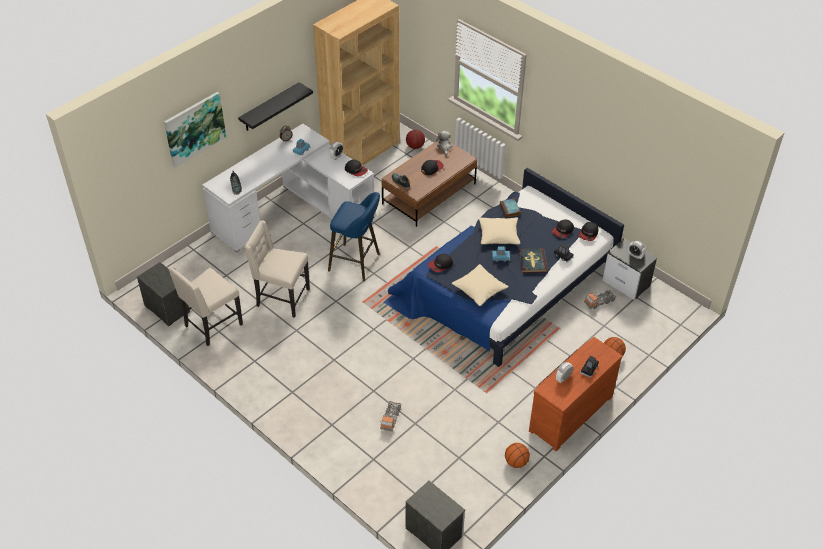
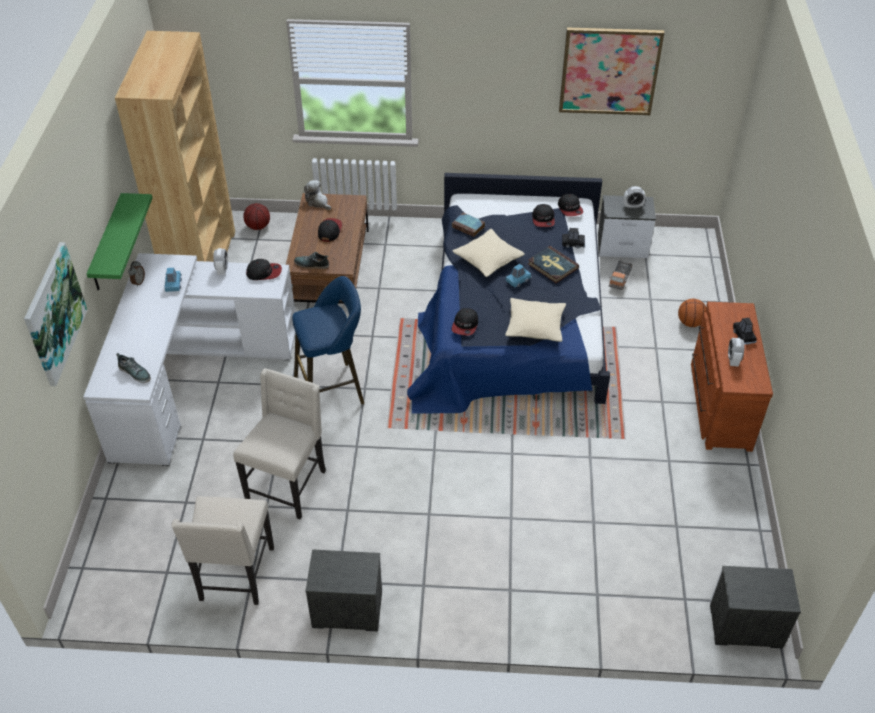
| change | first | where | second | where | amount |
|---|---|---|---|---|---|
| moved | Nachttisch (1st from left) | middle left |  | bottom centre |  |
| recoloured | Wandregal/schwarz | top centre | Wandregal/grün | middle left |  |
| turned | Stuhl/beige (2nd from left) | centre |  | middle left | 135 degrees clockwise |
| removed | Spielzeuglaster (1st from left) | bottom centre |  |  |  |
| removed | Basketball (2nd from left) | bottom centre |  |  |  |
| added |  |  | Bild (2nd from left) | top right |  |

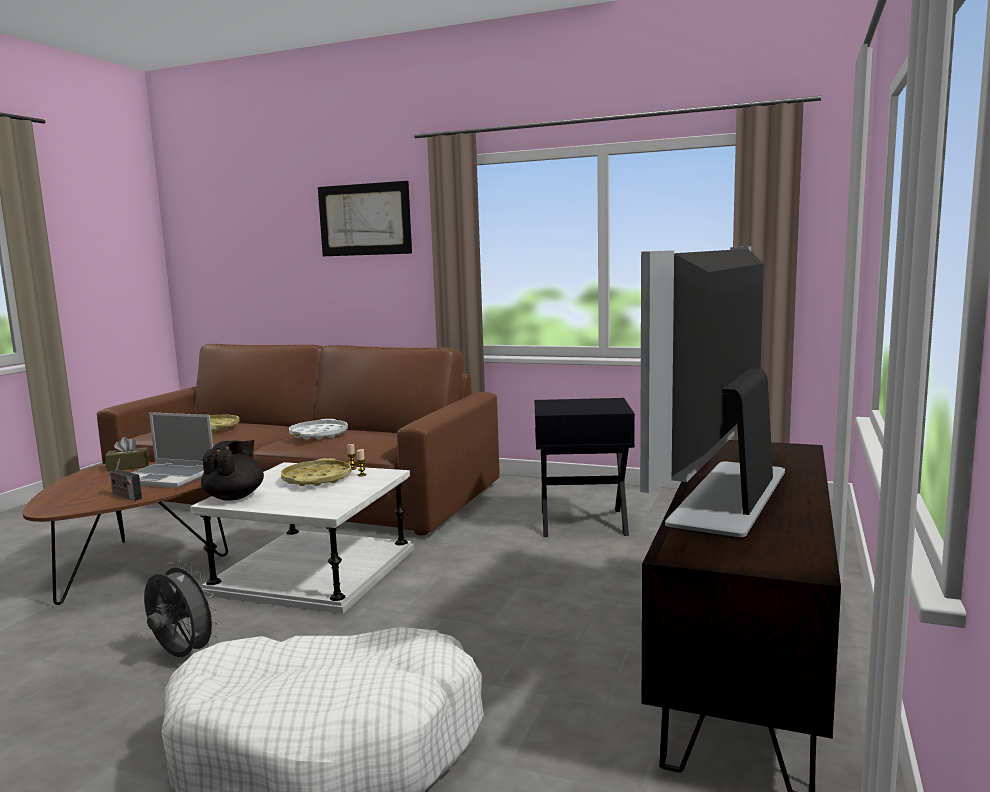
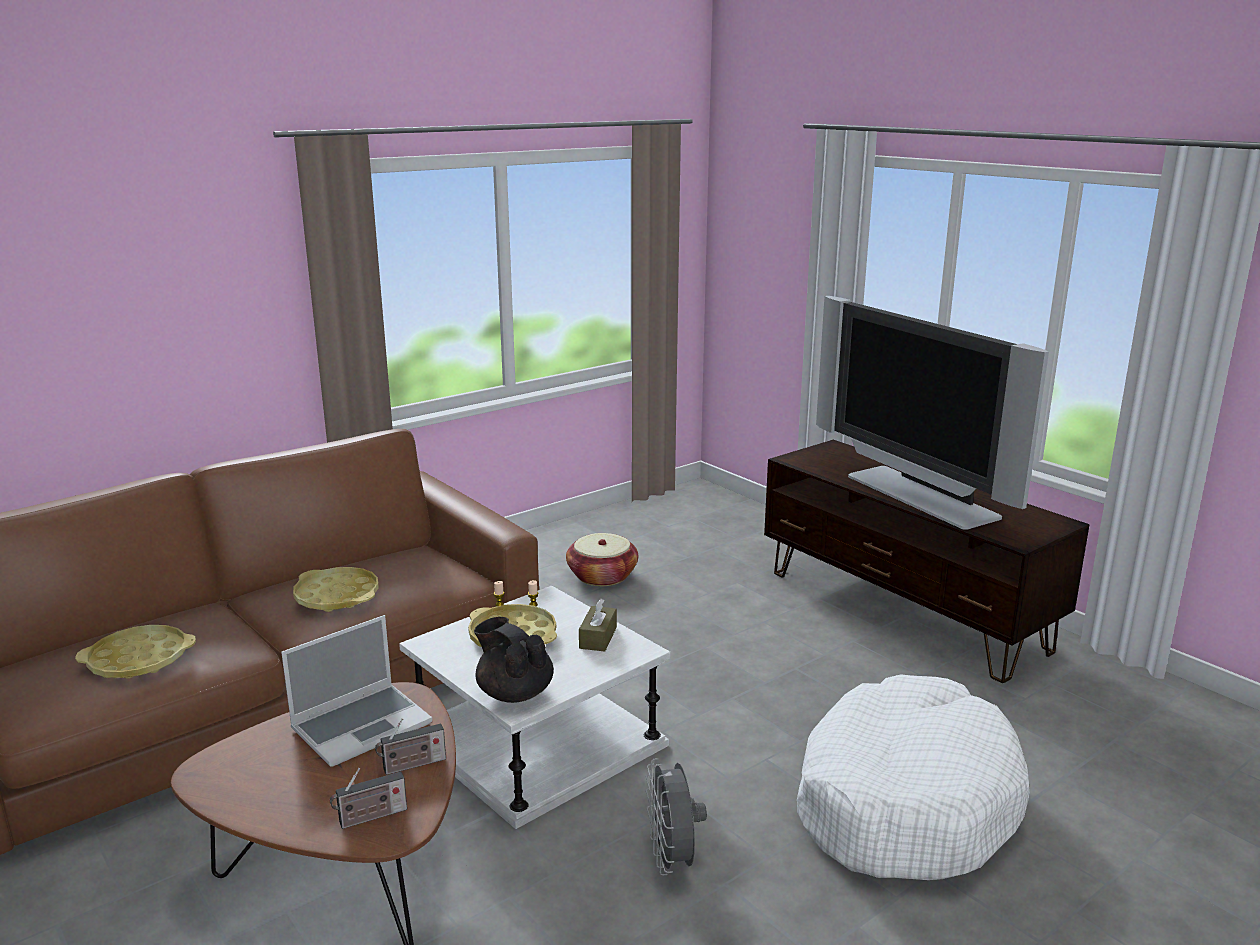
| change | first | where | second | where | amount |
|---|---|---|---|---|---|
| moved | Taschentuchbox/braun | middle left |  | centre |  |
| turned | Ventilator/grau | bottom left |  | bottom centre | 75 degrees counterclockwise |
| recoloured | Tablett/weiß | middle left | Tablett/gelb (2nd from left) | middle left |  |
| removed | Bild | top centre |  |  |  |
| replaced | Beistelltisch/schwarz | centre | Korb | centre |  |
| added |  |  | Radio (1st from left) | bottom left |  |

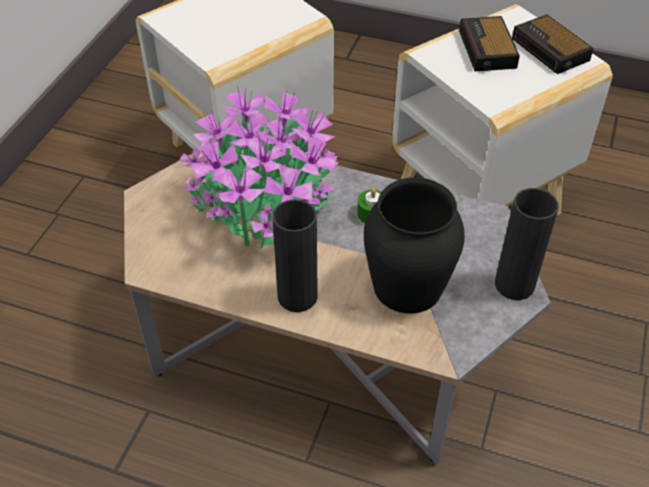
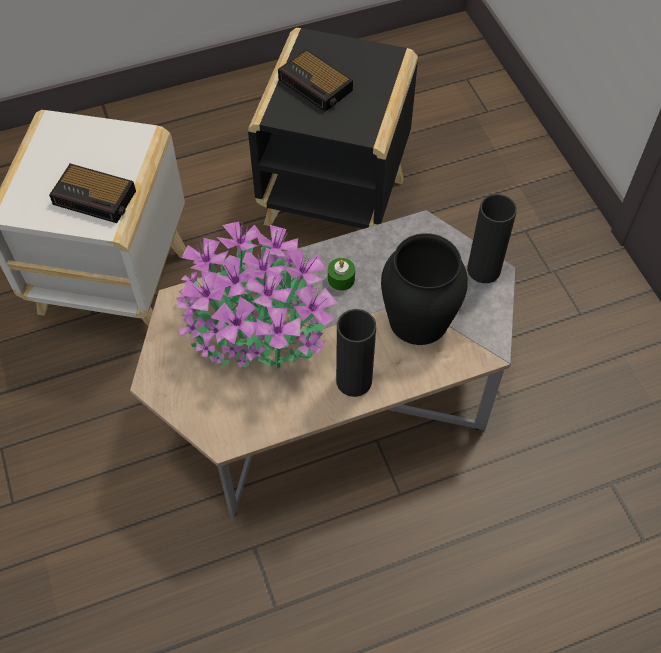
| change | first | where | second | where | amount |
|---|---|---|---|---|---|
| recoloured | Beistelltisch/weiß (2nd from left) | top right | Beistelltisch/schwarz | top centre |  |
| moved | Wecker (2nd from left in the first image) | top right | Wecker (1st from left) | top left |  |

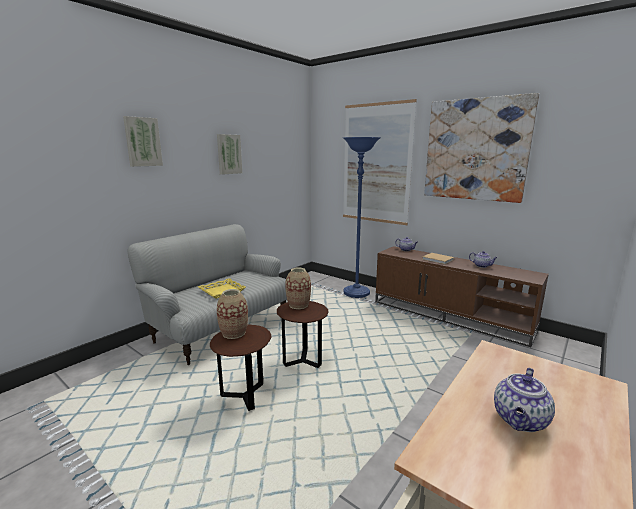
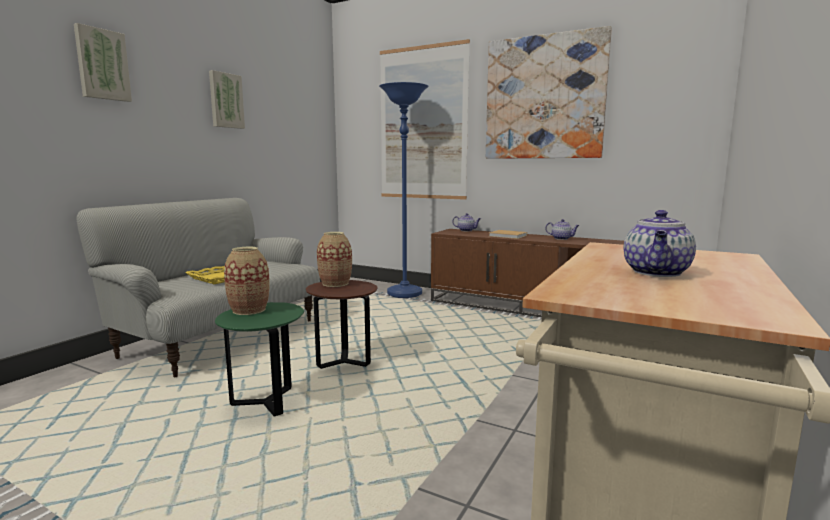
| change | first | where | second | where | amount |
|---|---|---|---|---|---|
| recoloured | Beistelltisch/braun (1st from left) | bottom centre | Beistelltisch/grün | bottom left |  |

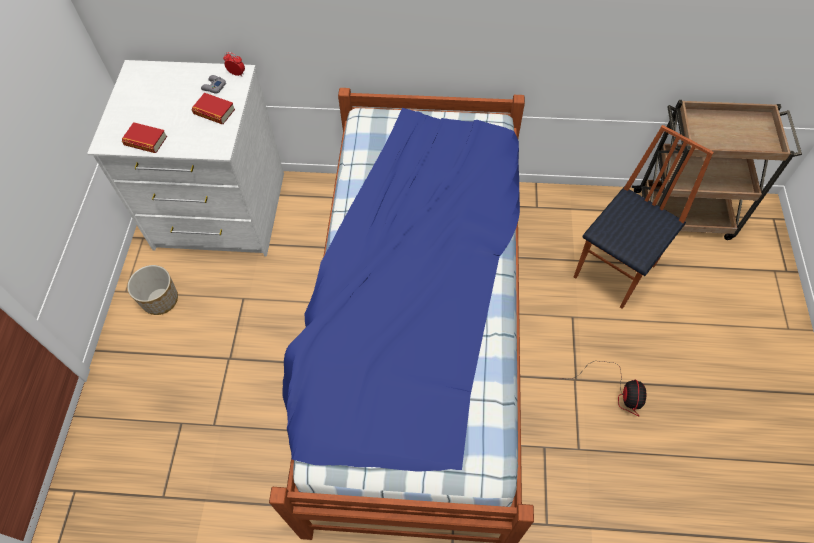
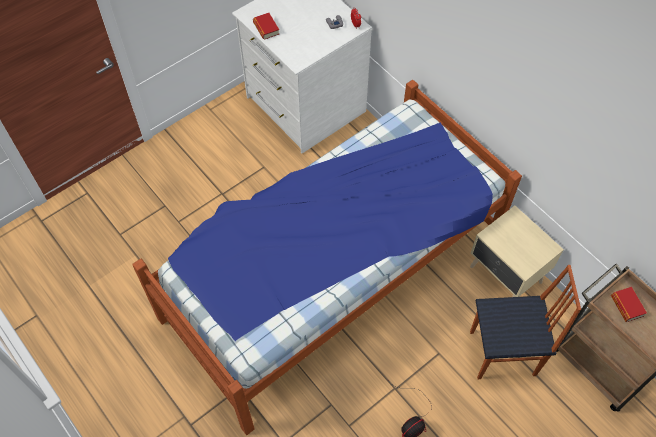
| change | first | where | second | where | amount |
|---|---|---|---|---|---|
| removed | Pflanzkübel | middle left |  |  |  |
| moved | Buch (2nd from left) | top left |  | bottom right |  |
| added |  |  | Nachttisch/beige | middle right |  |

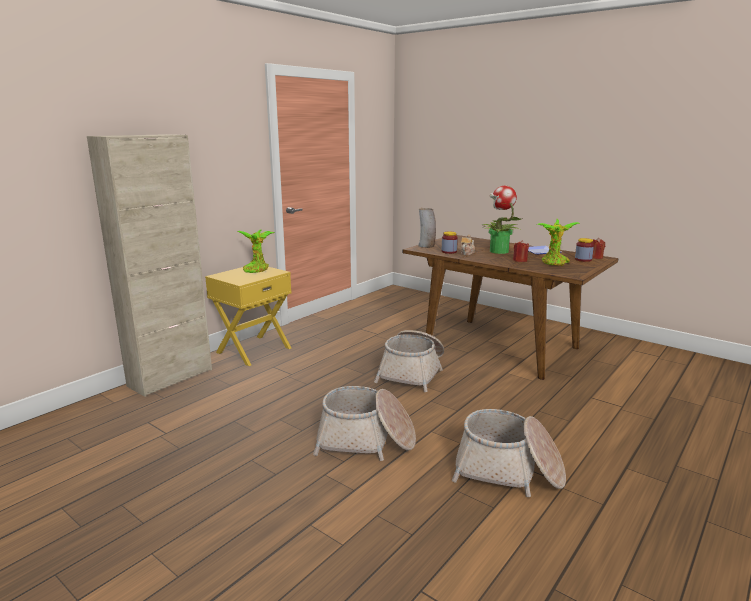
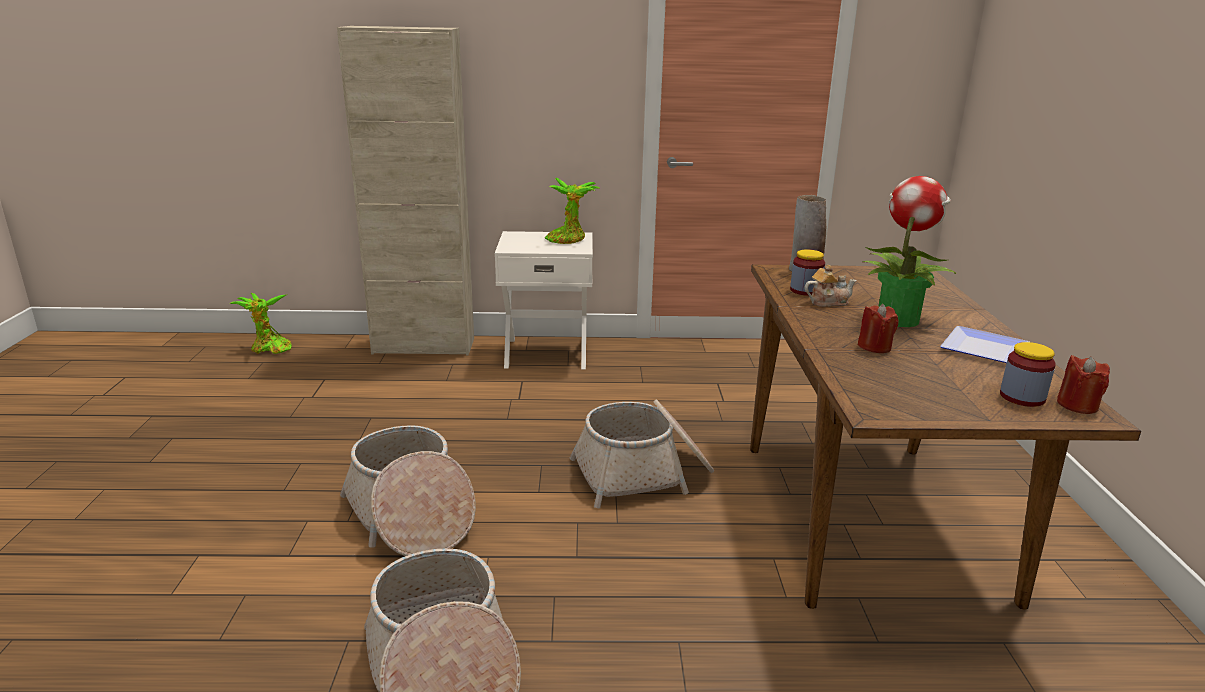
| change | first | where | second | where | amount |
|---|---|---|---|---|---|
| recoloured | Nachttisch/gelb | middle left | Nachttisch/weiß | centre |  |
| moved | Topfpflanze (3rd from left in the first image) | middle right | Topfpflanze (1st from left) | middle left |  |

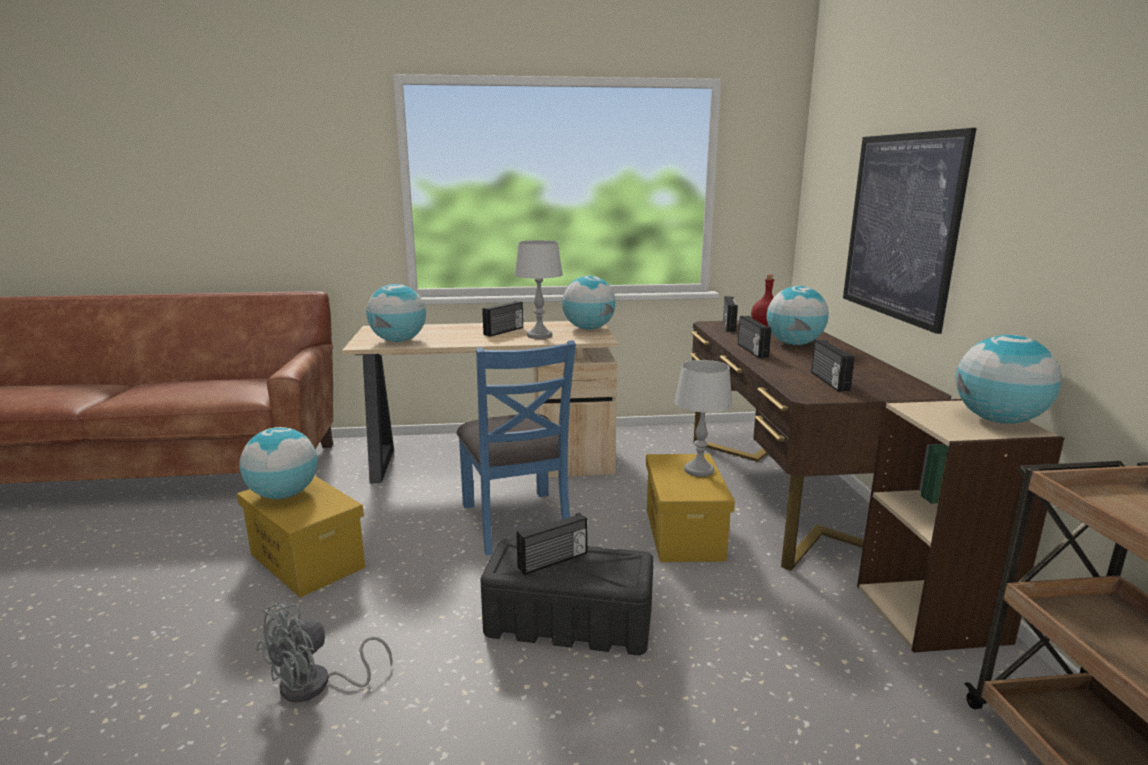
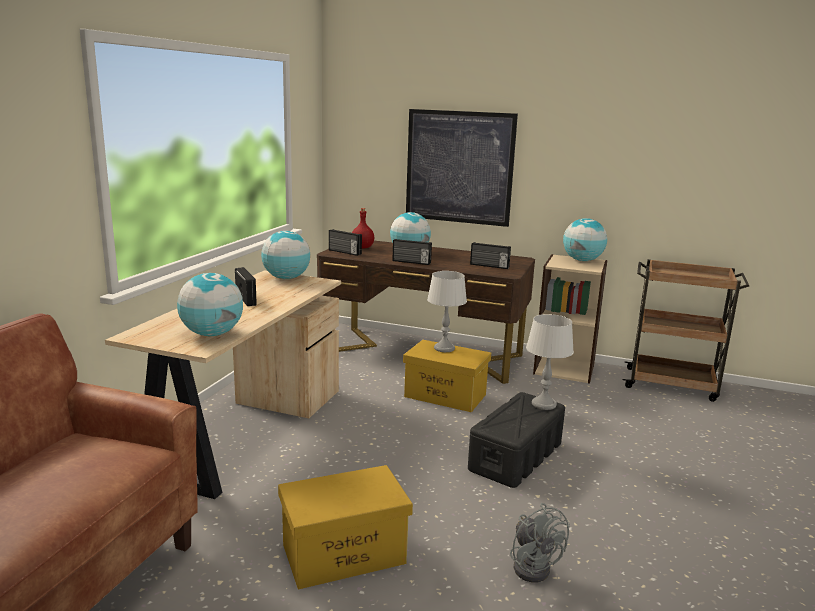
| change | first | where | second | where | amount |
|---|---|---|---|---|---|
| removed | Globus (1st from left) | middle left |  |  |  |
| removed | Stuhl/blau | centre |  |  |  |
| moved | Tischlampe/grau (1st from left in the first image) | centre | Tischlampe/grau (2nd from left) | middle right |  |
| removed | Radio (2nd from left) | bottom centre |  |  |  |

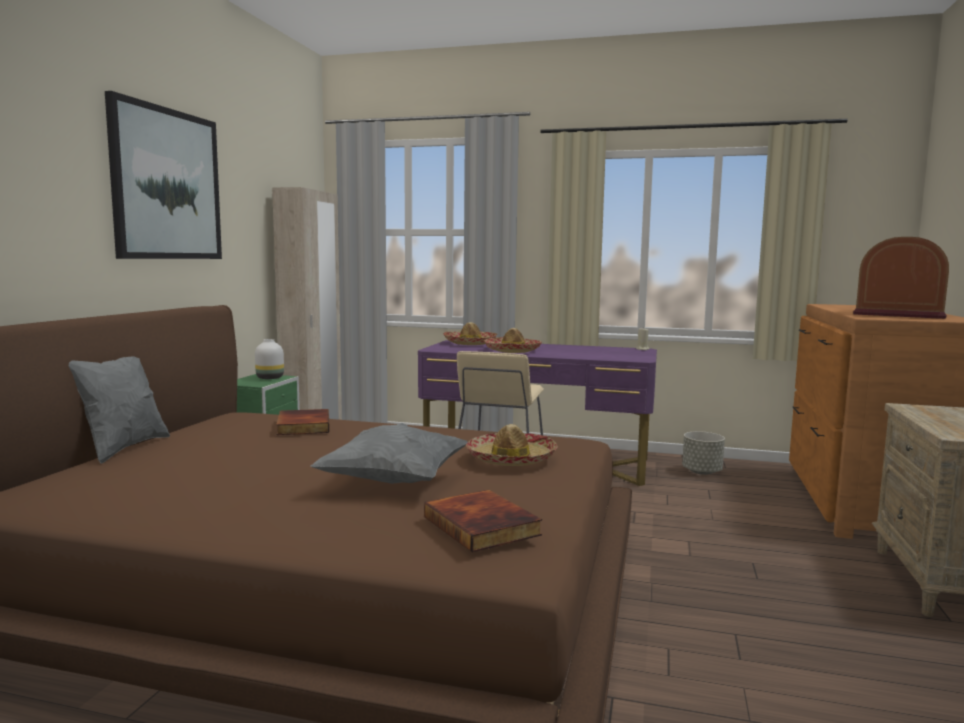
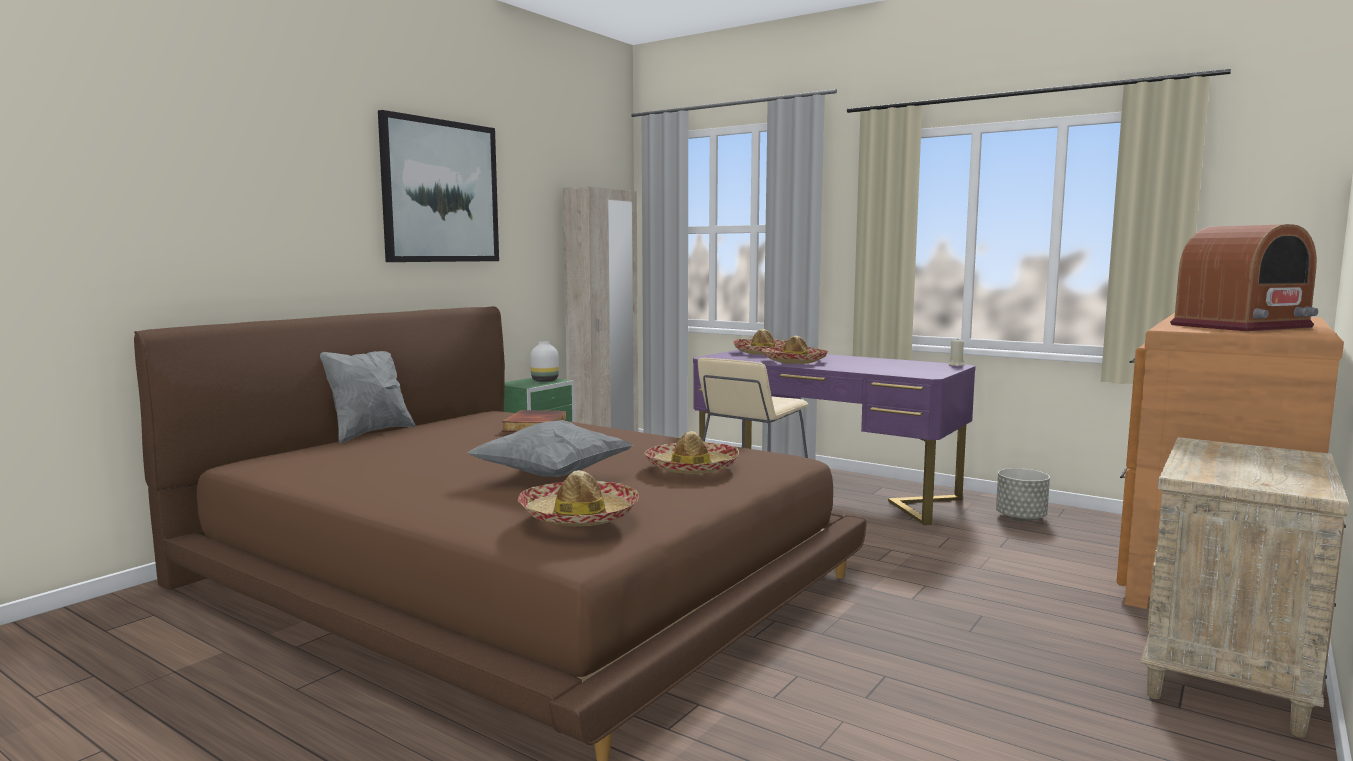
| change | first | where | second | where | amount |
|---|---|---|---|---|---|
| replaced | Buch (2nd from left) | bottom centre | Hut (1st from left) | centre |  |
| turned | Radio | middle right |  | middle right | 105 degrees clockwise |

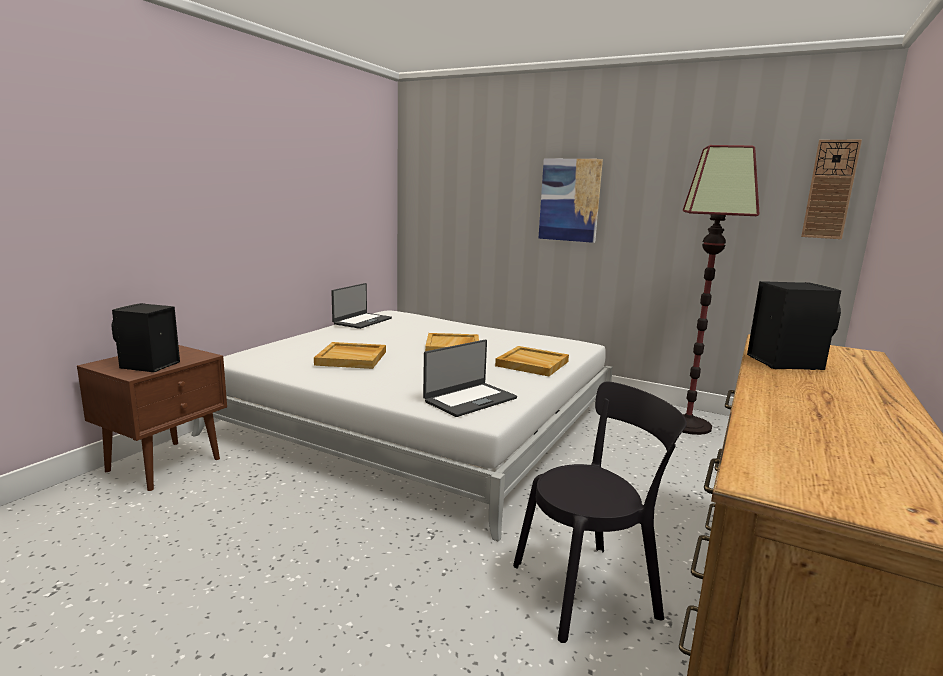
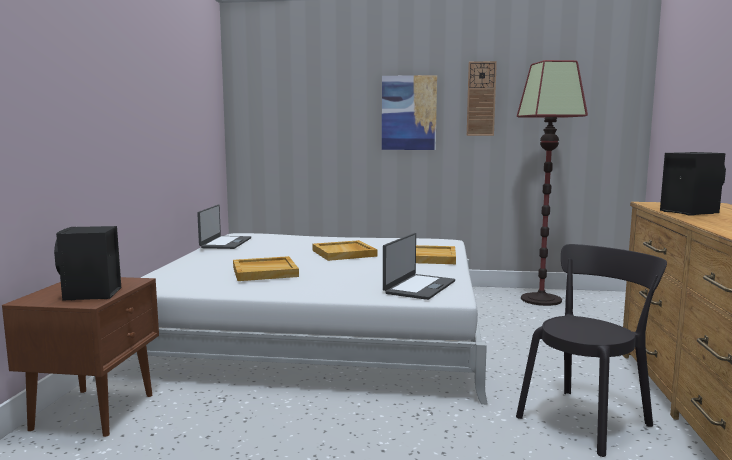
| change | first | where | second | where | amount |
|---|---|---|---|---|---|
| moved | Wanduhr | top right |  | top centre |  |

